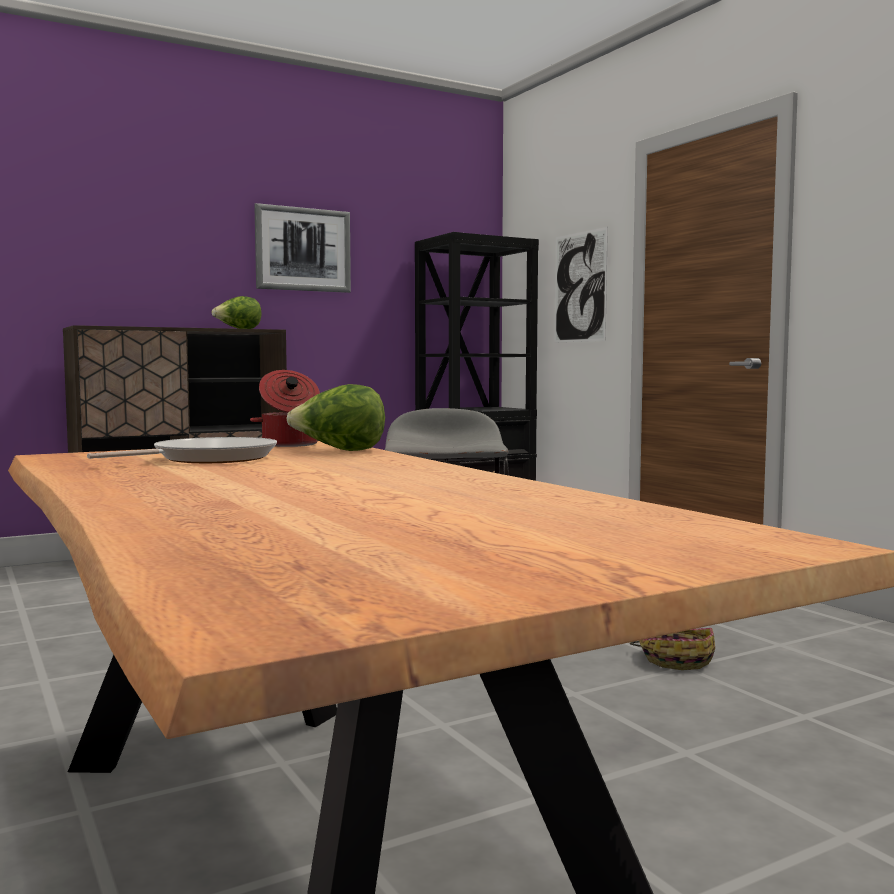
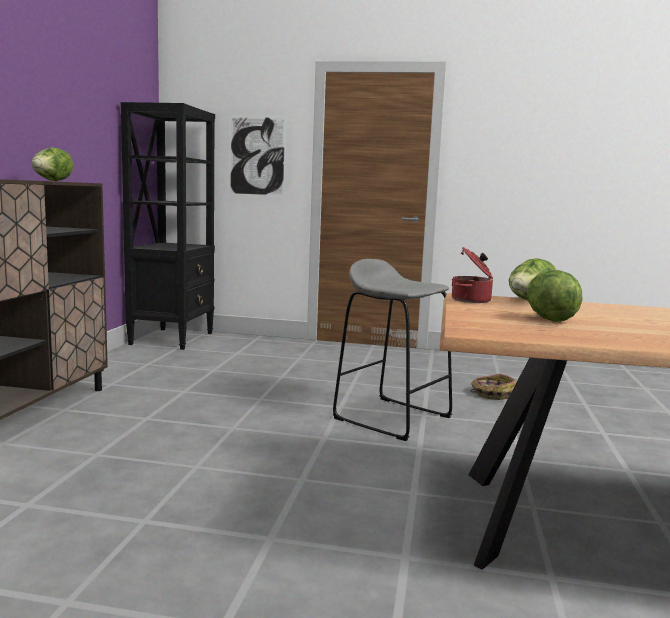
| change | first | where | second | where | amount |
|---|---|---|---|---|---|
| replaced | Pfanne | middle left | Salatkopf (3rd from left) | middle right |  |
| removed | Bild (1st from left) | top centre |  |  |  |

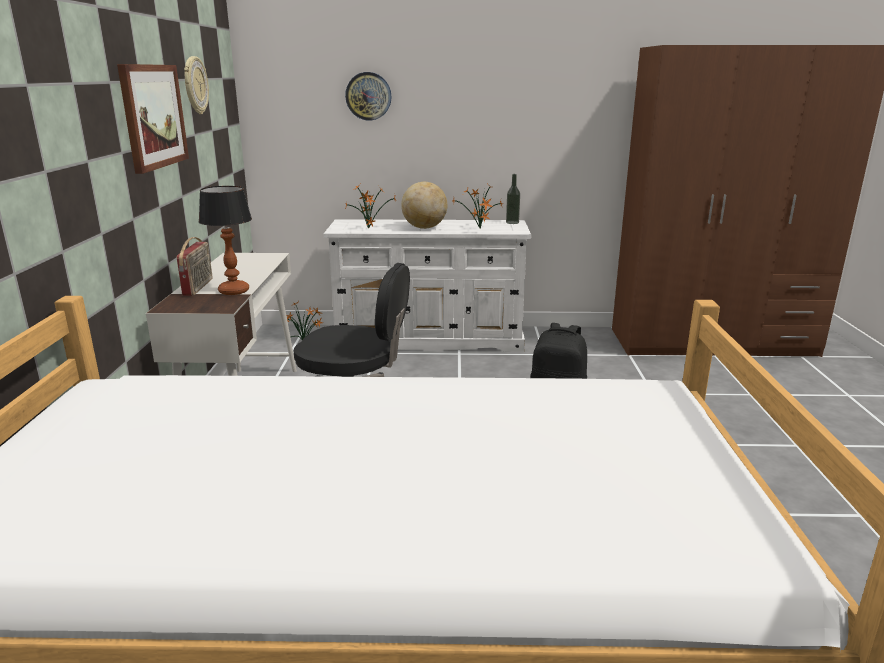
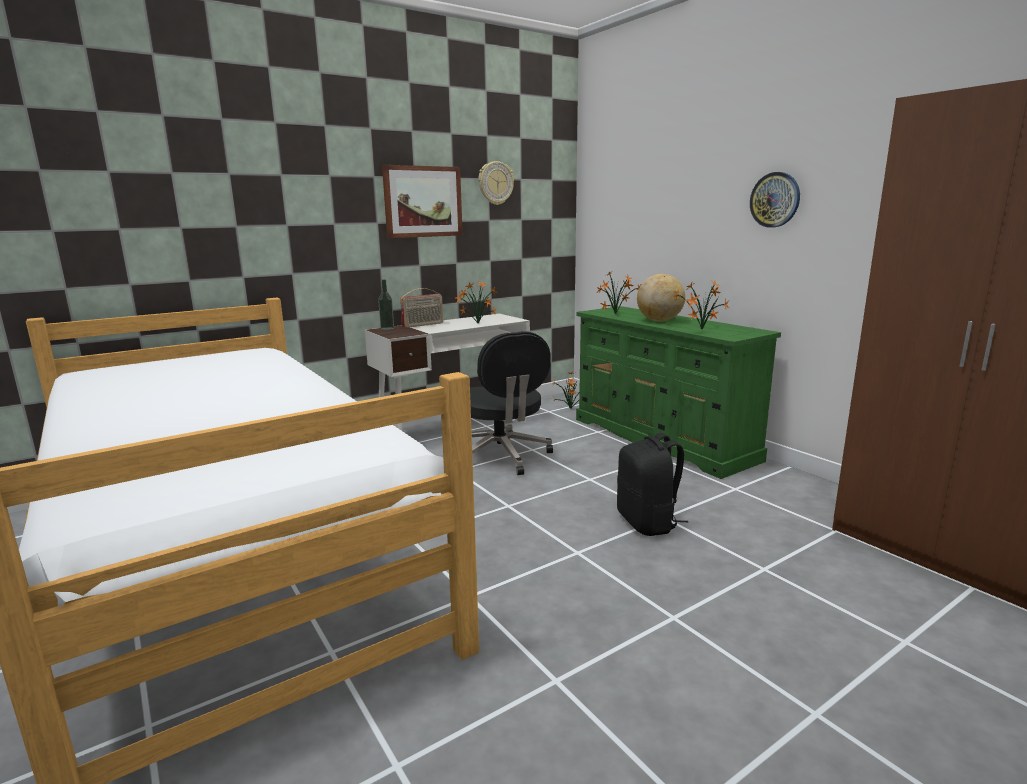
| change | first | where | second | where | amount |
|---|---|---|---|---|---|
| removed | Tischlampe | middle left |  |  |  |
| recoloured | Kommode/weiß | centre | Kommode/grün | centre |  |
| moved | Wanduhr (2nd from left) | top centre |  | top right |  |
| moved | Flasche | top centre |  | centre |  |
| added |  |  | Topfpflanze (1st from left) | centre |  |

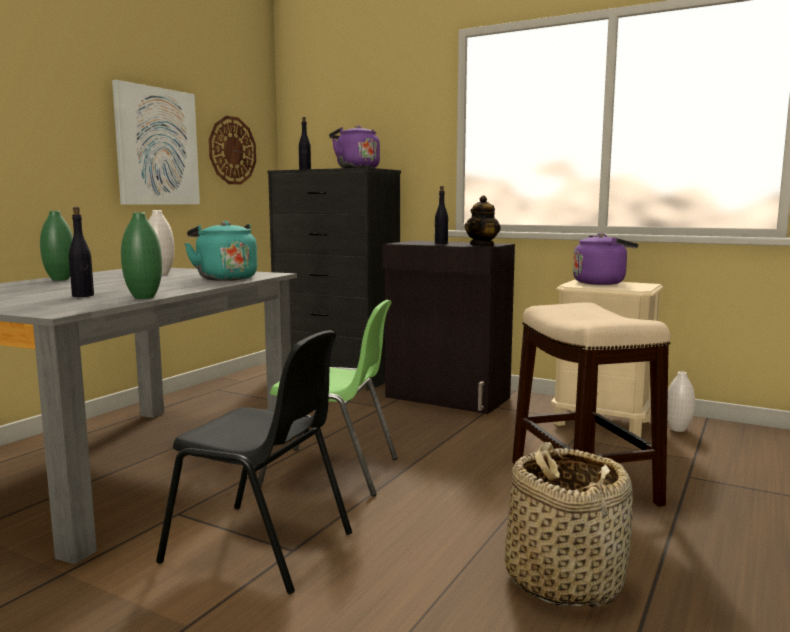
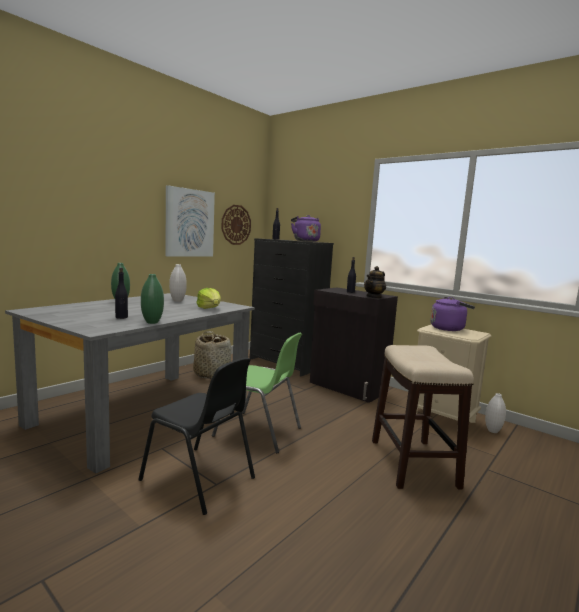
| change | first | where | second | where | amount |
|---|---|---|---|---|---|
| replaced | Wasserkessel/türkis | middle left | Salatkopf | centre |  |
| moved | Korb | bottom right |  | centre |  |

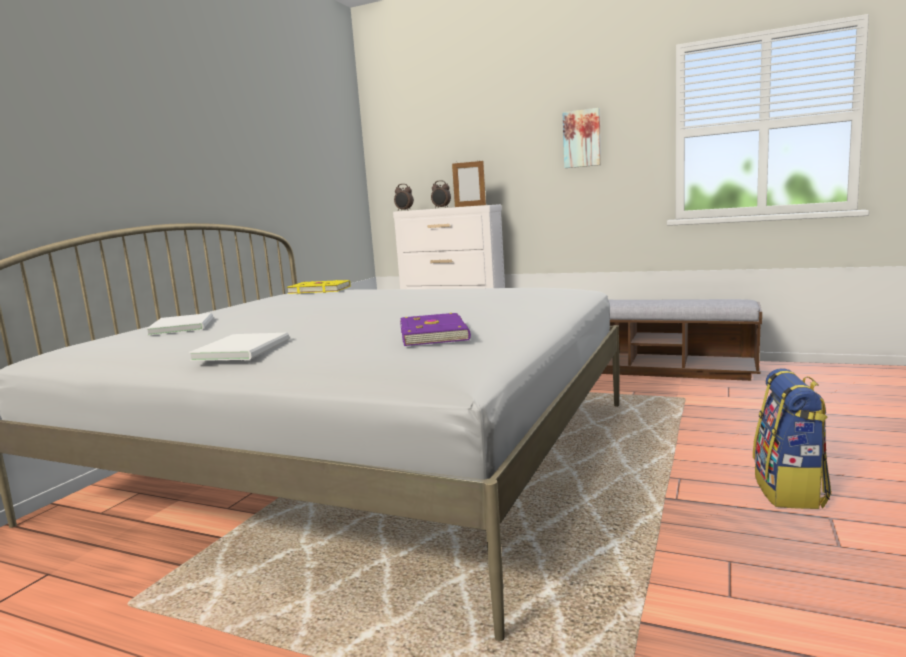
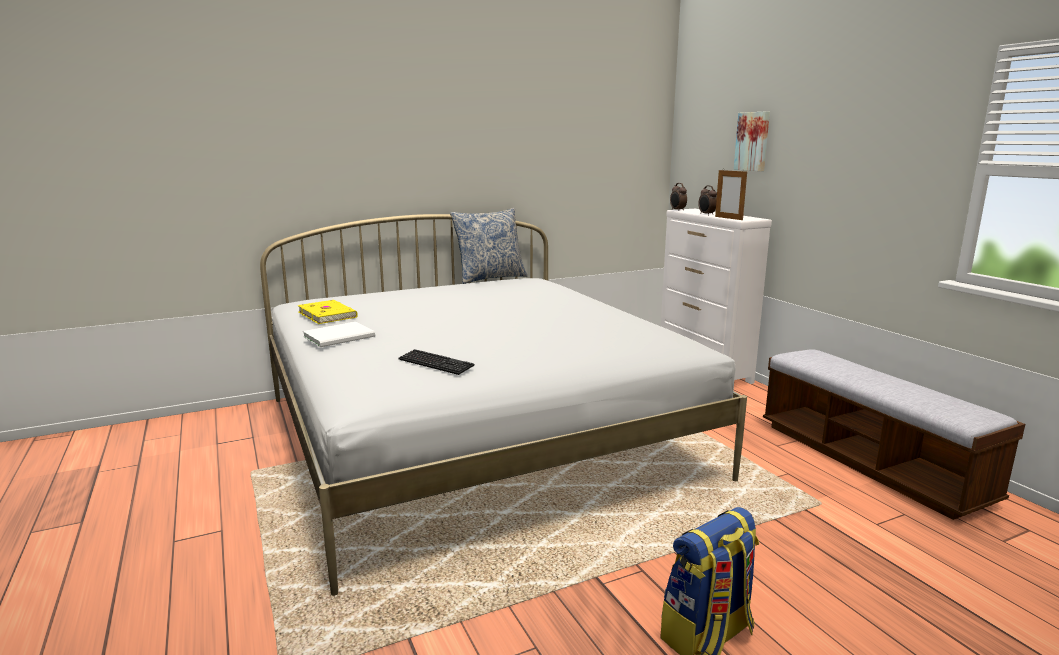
| change | first | where | second | where | amount |
|---|---|---|---|---|---|
| removed | Buch/weiß (1st from left) | middle left |  |  |  |
| moved | Buch/gelb | centre |  | middle left |  |
| replaced | Buch/lila | centre | Tastatur | centre |  |
| moved | Bild | top centre |  | top right |  |
| added |  |  | Kissen | centre |  |

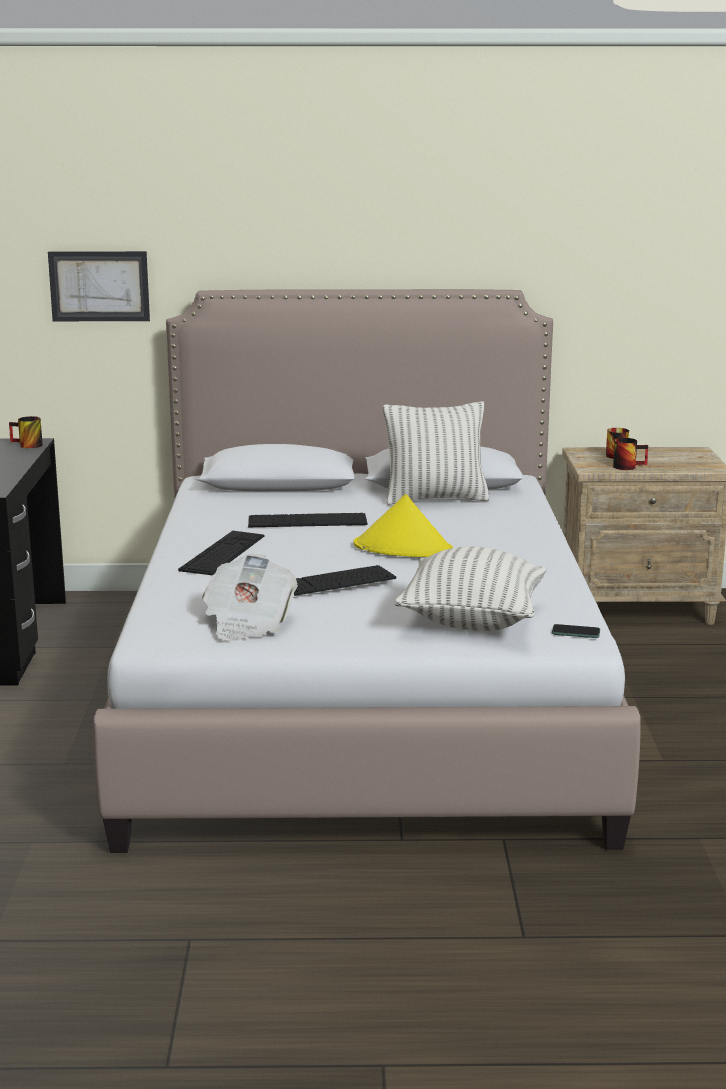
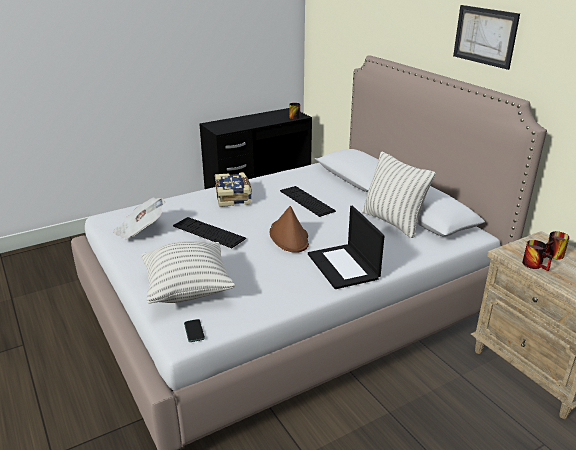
| change | first | where | second | where | amount |
|---|---|---|---|---|---|
| moved | Bild | top left |  | top right |  |
| replaced | Tastatur (1st from left) | middle left | Buch | centre |  |
| recoloured | Hut/gelb | centre | Hut/braun | centre |  |
| added |  |  | Laptop | centre |  |

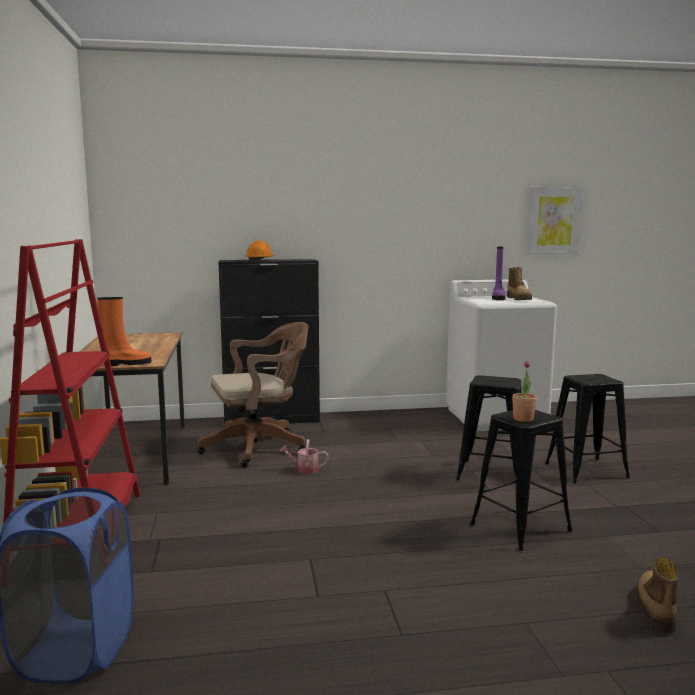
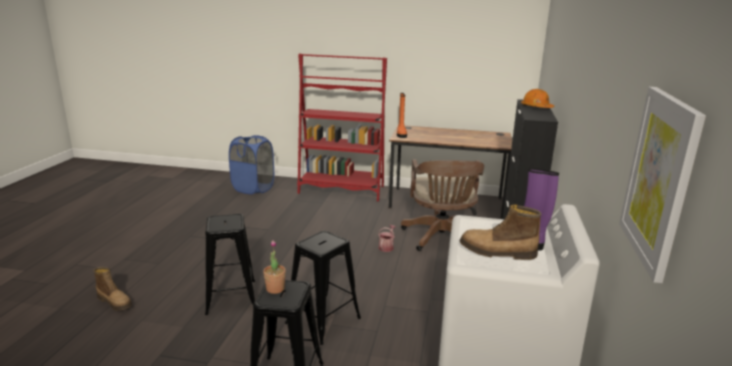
| change | first | where | second | where | amount |
|---|---|---|---|---|---|
| moved | Topfpflanze | middle right |  | bottom centre |  |

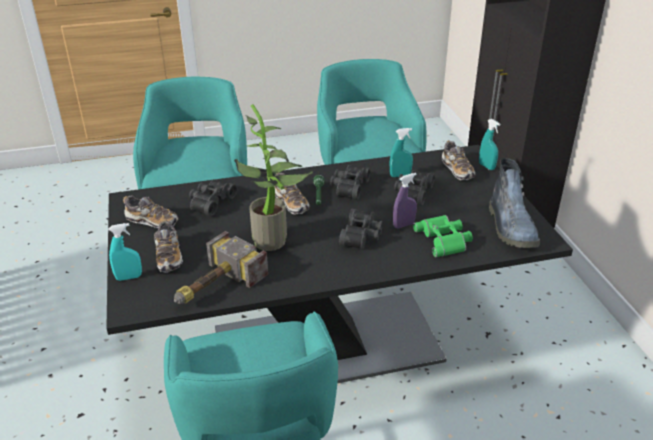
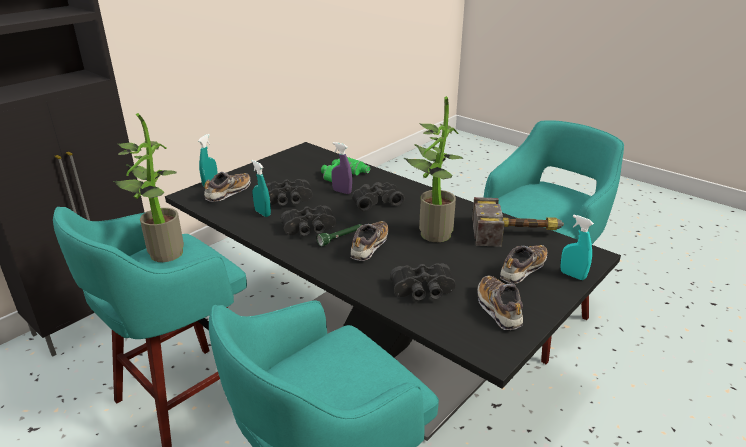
| change | first | where | second | where | amount |
|---|---|---|---|---|---|
| removed | Stiefel | middle right |  |  |  |
| added |  |  | Topfpflanze (1st from left) | middle left |  |

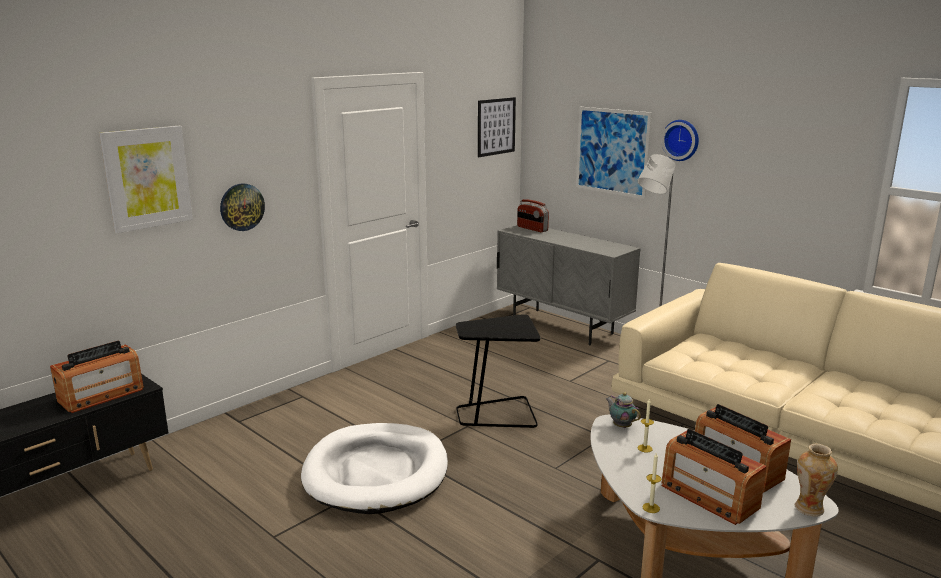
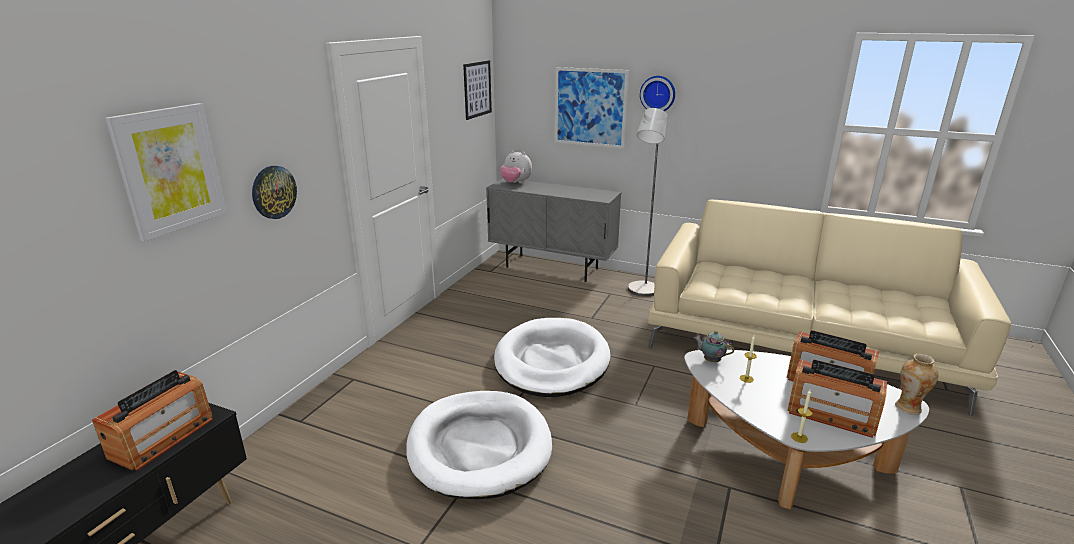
| change | first | where | second | where | amount |
|---|---|---|---|---|---|
| replaced | Beistelltisch/schwarz | centre | Hundebett/weiß (2nd from left) | centre |  |
| replaced | Radio (2nd from left) | centre | Plüschtier | top centre |  |

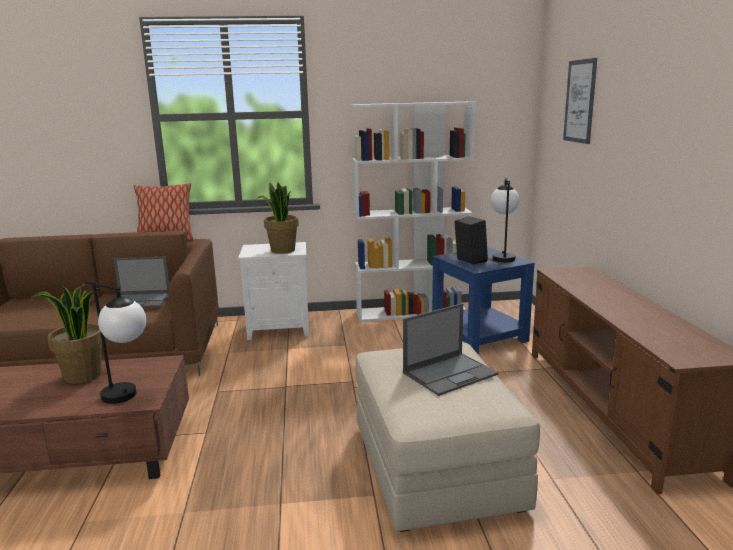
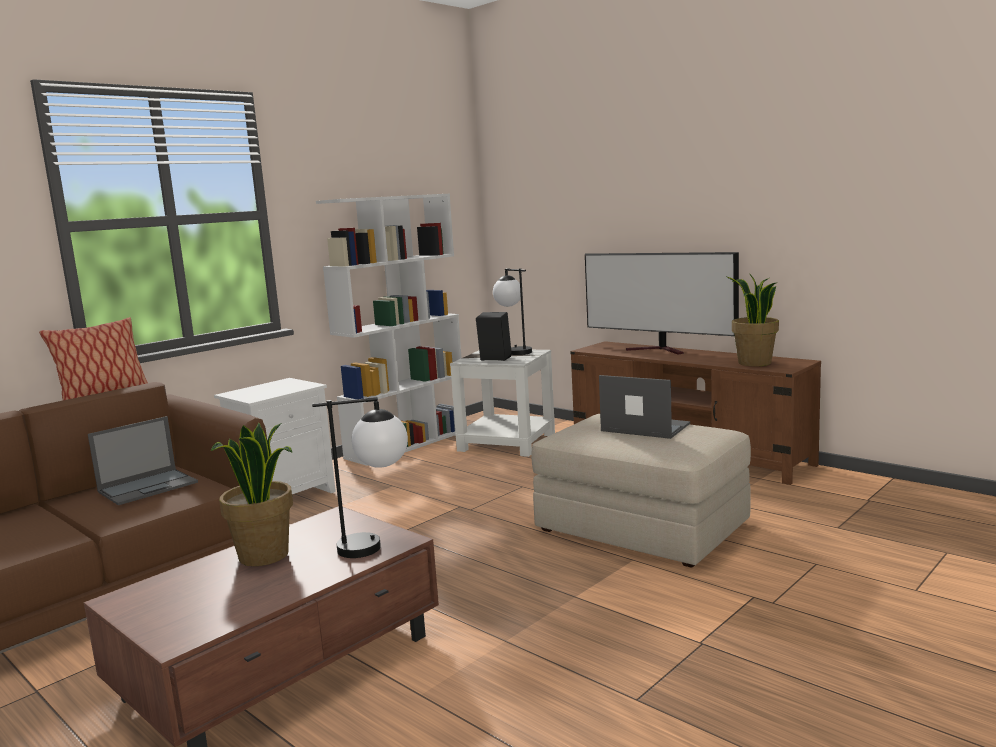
| change | first | where | second | where | amount |
|---|---|---|---|---|---|
| moved | Topfpflanze (2nd from left) | centre |  | middle right |  |
| turned | Laptop (2nd from left) | centre |  | centre | 75 degrees counterclockwise |
| recoloured | Beistelltisch/blau | centre | Beistelltisch/weiß | centre |  |
| removed | Bild | top right |  |  |  |
| added |  |  | Fernseher | centre |  |

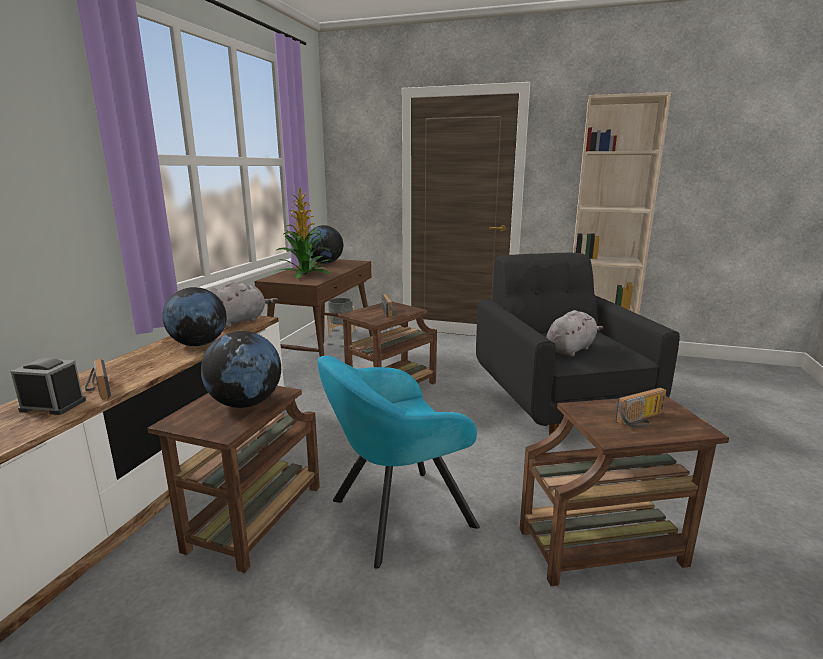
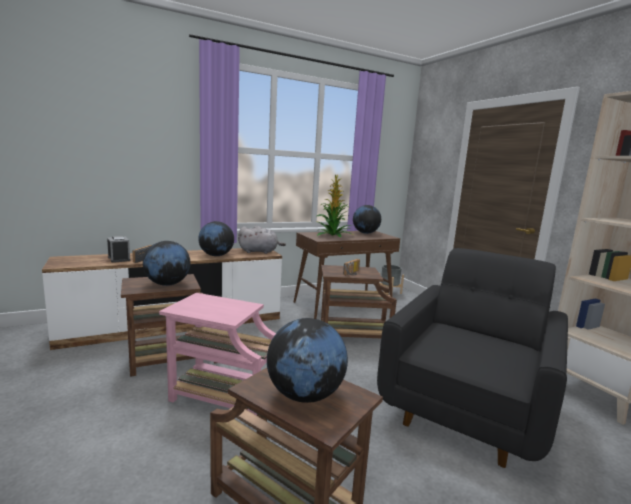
| change | first | where | second | where | amount |
|---|---|---|---|---|---|
| replaced | Sessel/türkis | bottom centre | Beistelltisch/rosa | bottom centre |  |
| removed | Plüschtier/grau (2nd from left) | middle right |  |  |  |
| replaced | Radio (3rd from left) | middle right | Globus (3rd from left) | bottom centre |  |

